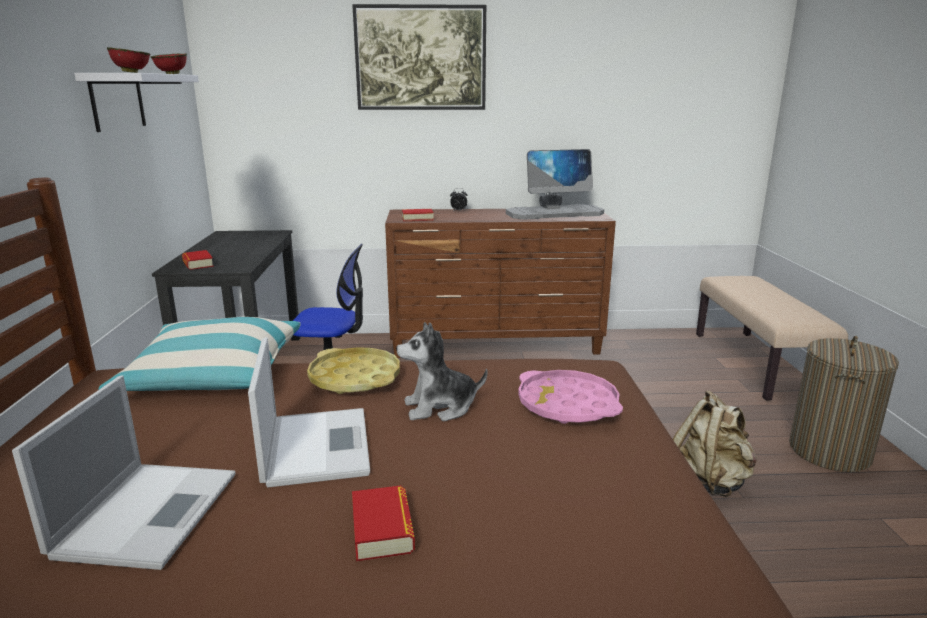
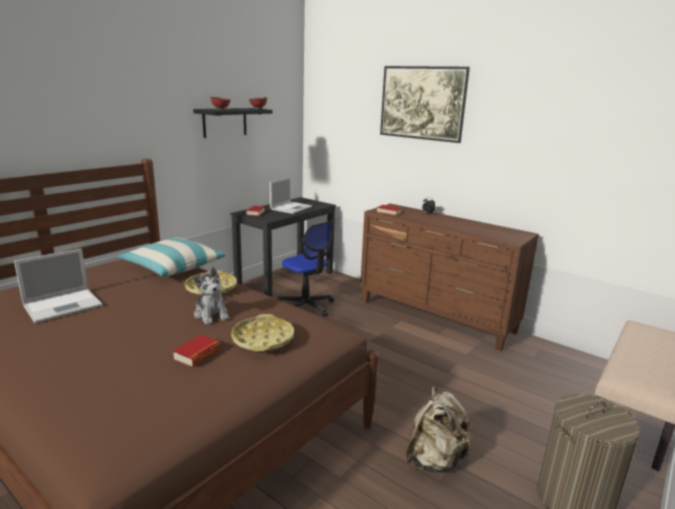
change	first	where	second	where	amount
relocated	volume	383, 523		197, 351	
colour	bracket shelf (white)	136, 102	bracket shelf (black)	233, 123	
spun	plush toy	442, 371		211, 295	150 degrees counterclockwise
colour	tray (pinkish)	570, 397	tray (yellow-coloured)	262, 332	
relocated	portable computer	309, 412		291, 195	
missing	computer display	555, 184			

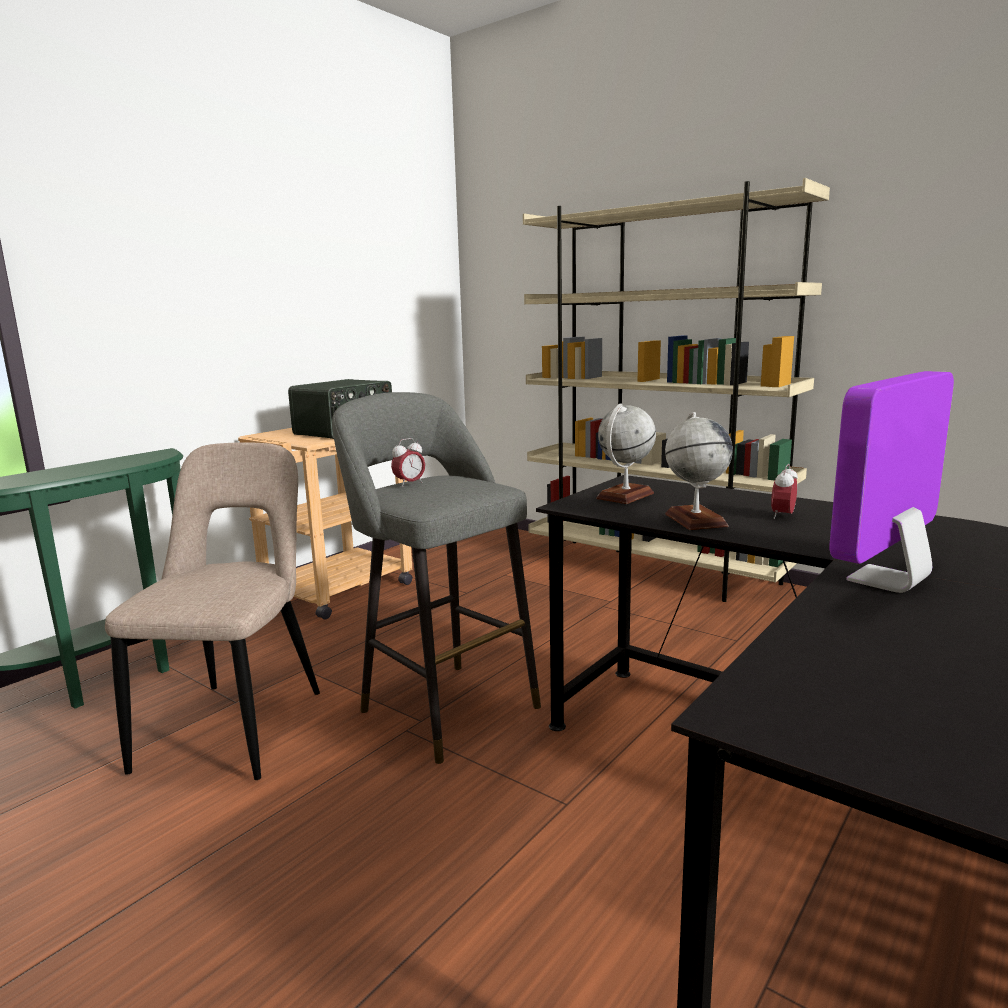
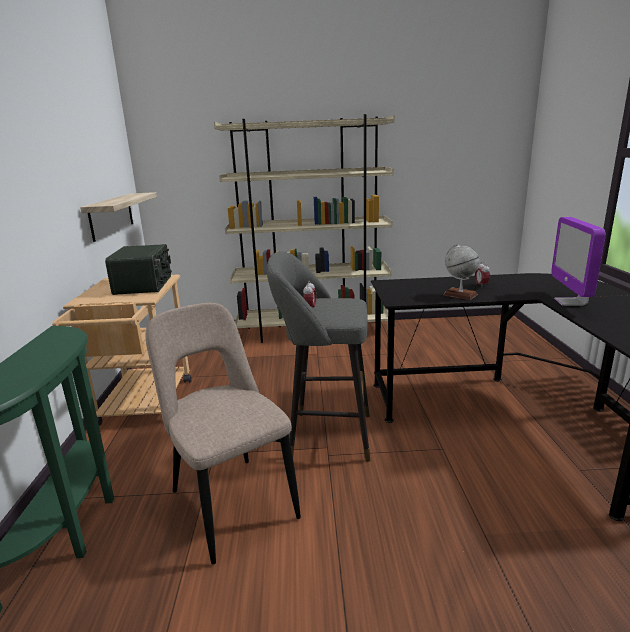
change	first	where	second	where	amount
appeared			bracket shelf	118, 217	
missing	globe	626, 454			

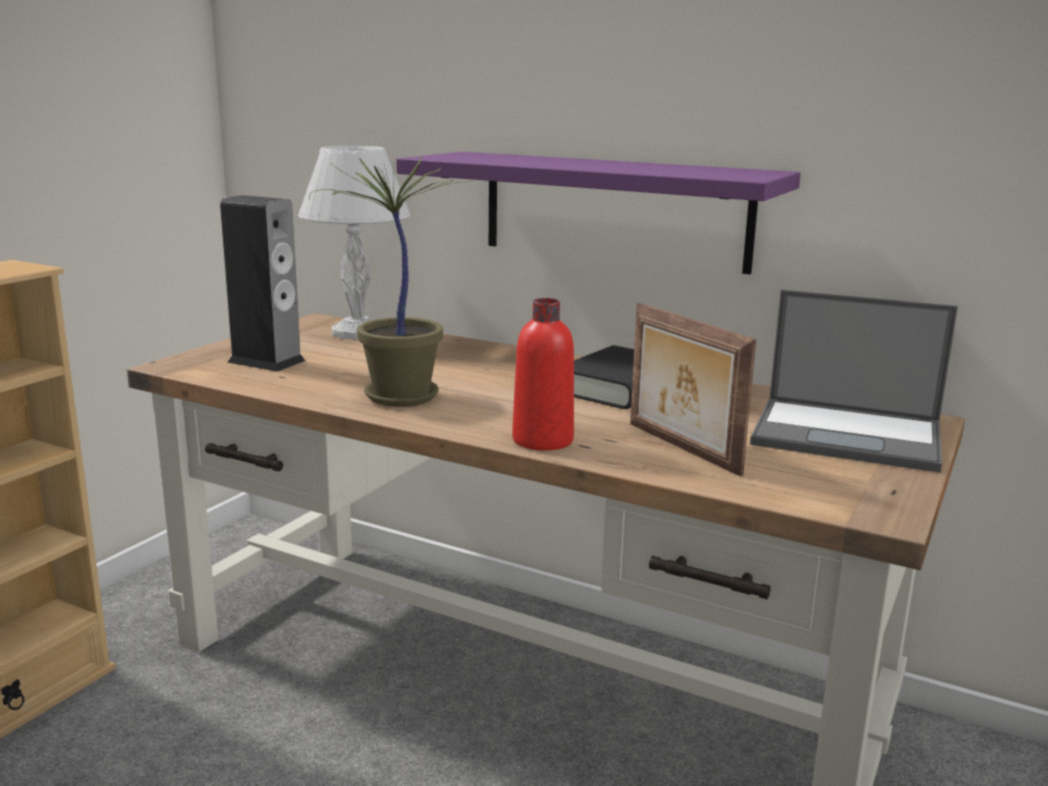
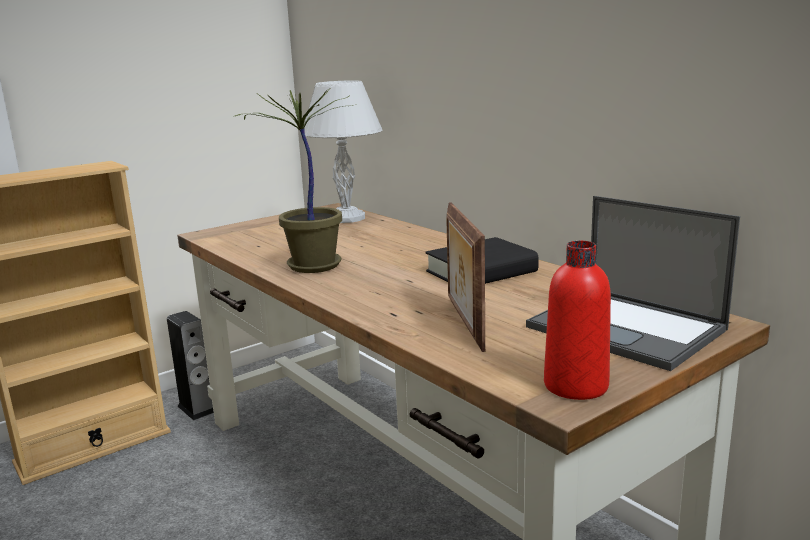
change	first	where	second	where	amount
relocated	loudspeaker	262, 283		190, 365	
relocated	drink bottle (red-coloured)	543, 374		577, 320	
missing	bracket shelf (purplish)	598, 213			

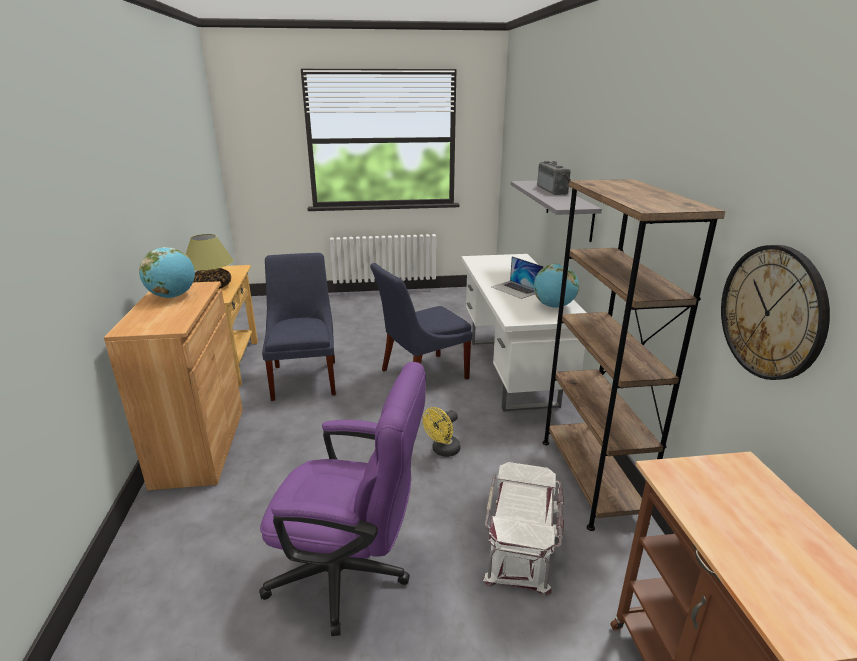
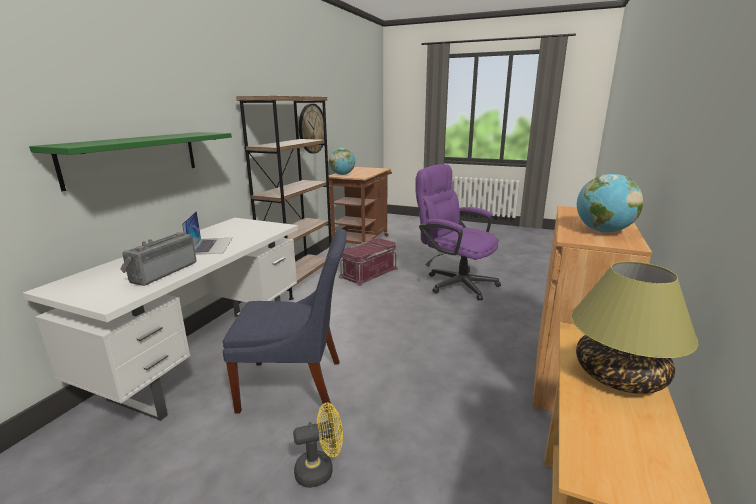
change	first	where	second	where	amount
colour	bracket shelf (greyish)	556, 211	bracket shelf (green)	130, 161	
relocated	radio set	554, 178		158, 259	
relocated	electric fan (yellow-coloured)	442, 432		318, 445	
relocated	globe	556, 286		342, 161	
colour	storage container (white)	523, 530	storage container (red-coloured)	368, 262	
missing	plain chair (bluish)	299, 327			

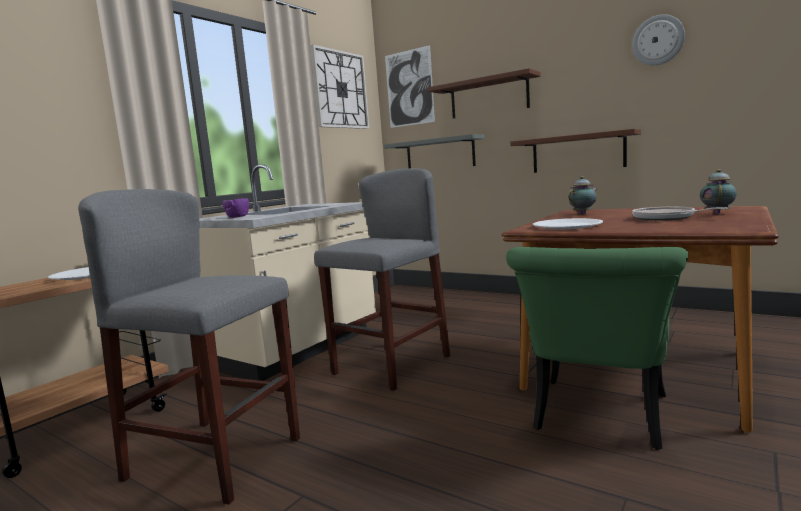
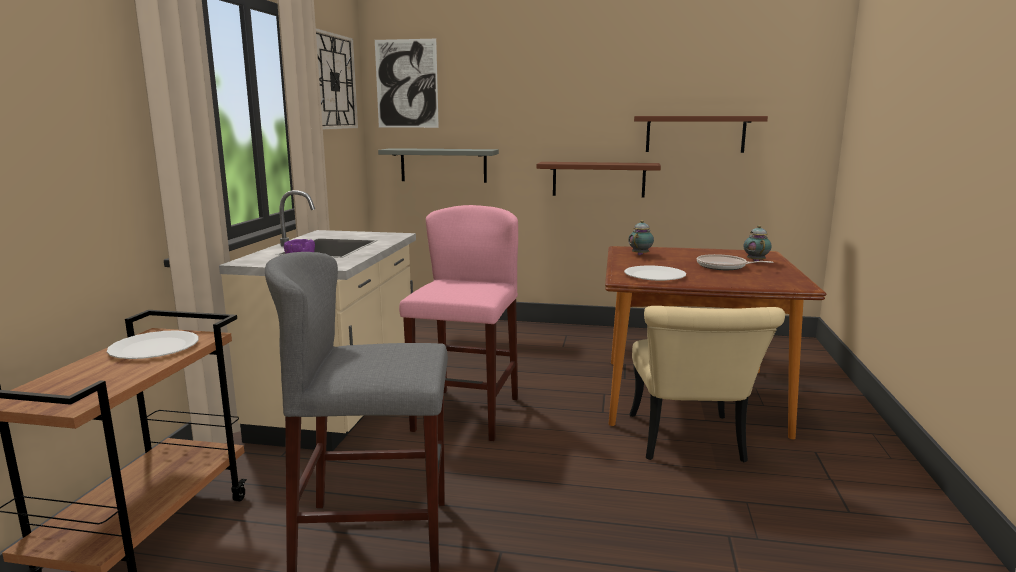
change	first	where	second	where	amount
colour	sitting stool (greyish)	382, 279	sitting stool (pinkish)	458, 323	
colour	plain chair (green)	597, 348	plain chair (beige)	707, 384	
relocated	bracket shelf (brownish)	484, 93		701, 134	
missing	wall clock	658, 39			

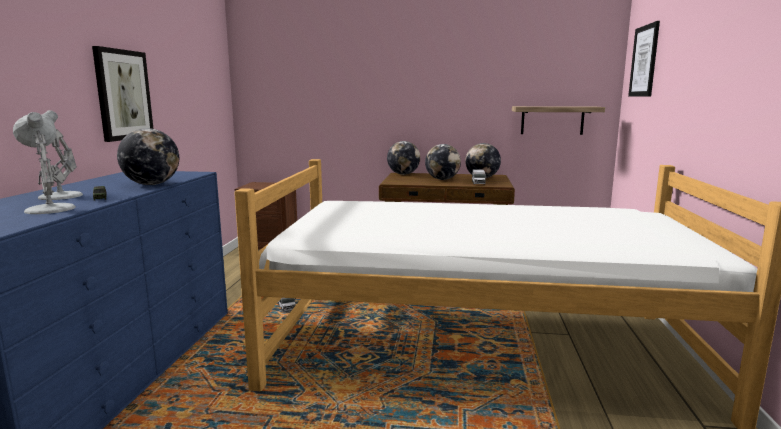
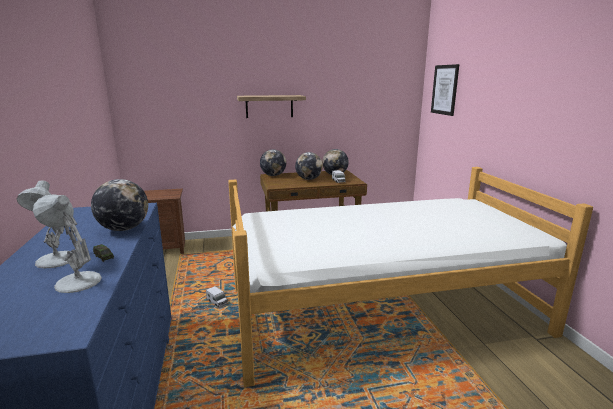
change	first	where	second	where	amount
relocated	bracket shelf	558, 120		271, 106	
missing	picture	122, 94			

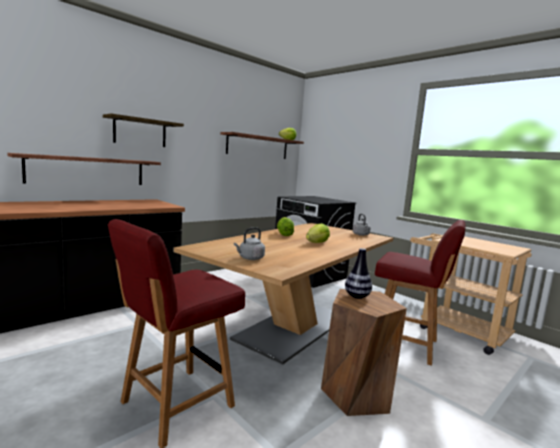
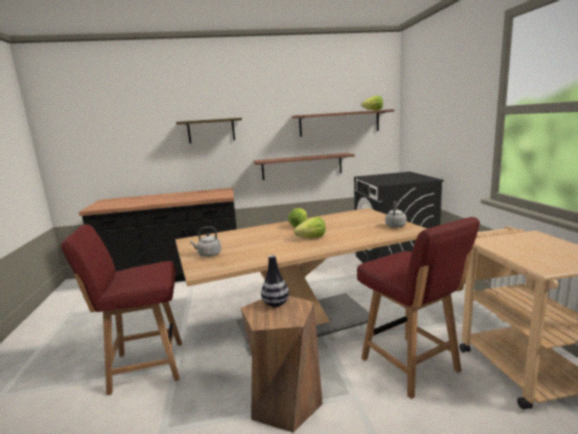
change	first	where	second	where	amount
relocated	bracket shelf	84, 169		304, 166	

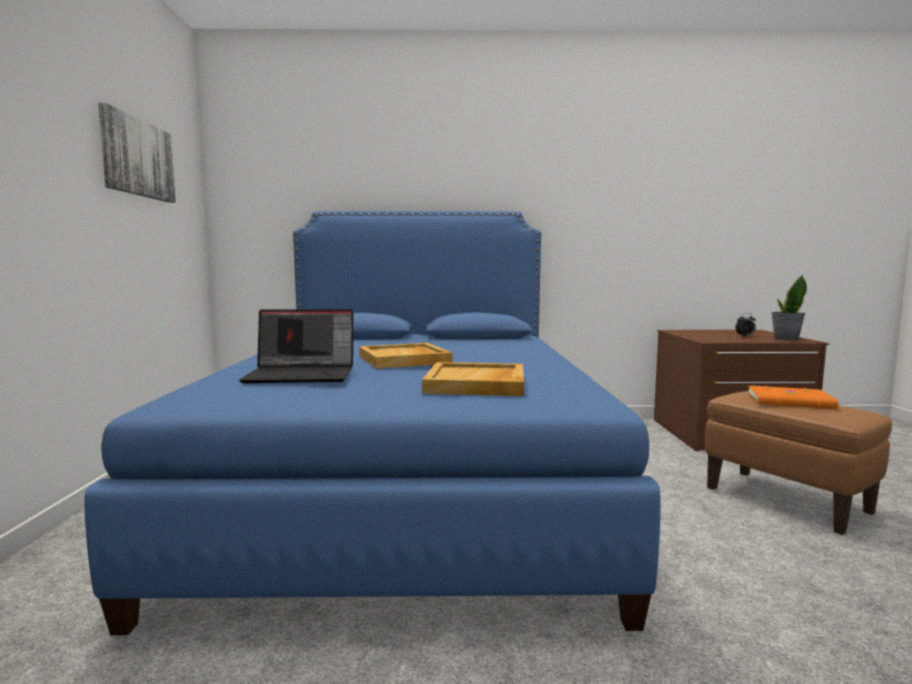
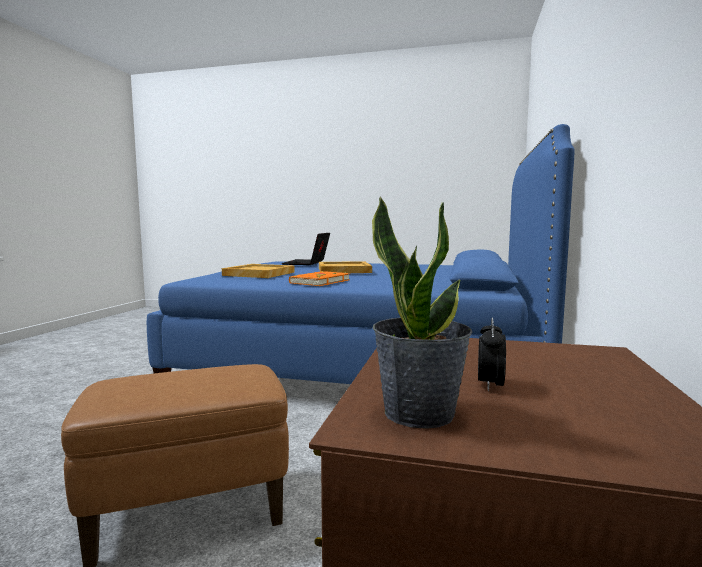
change	first	where	second	where	amount
relocated	volume (orange)	793, 397		319, 278	
missing	picture	137, 153			

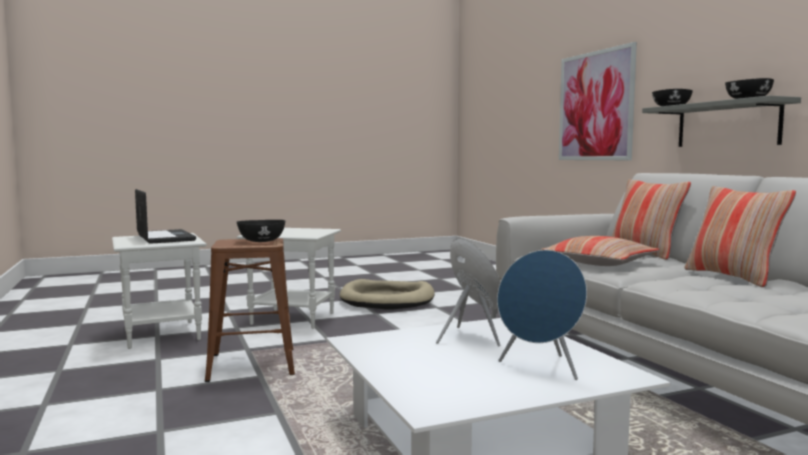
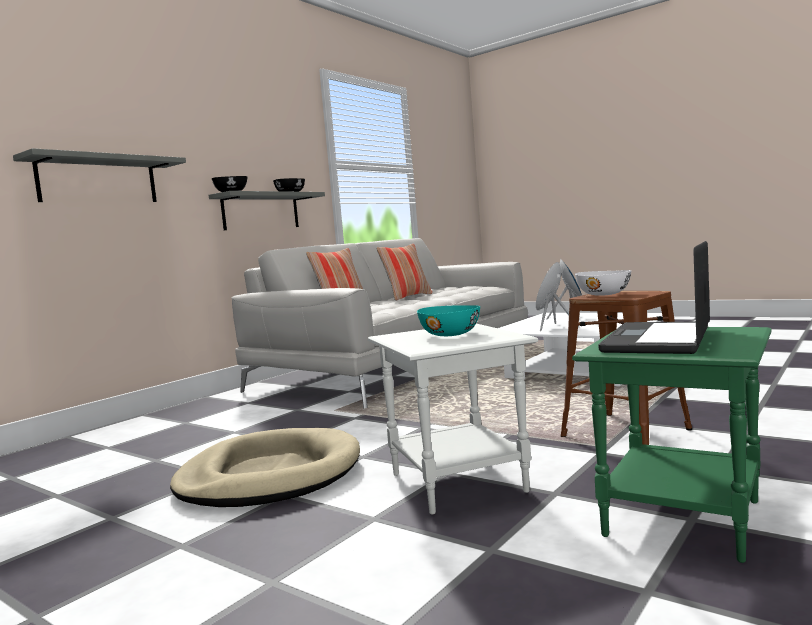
change	first	where	second	where	amount
exchanged	picture	598, 101	bracket shelf (greyish)	99, 175	
appeared			bowl (blue-green)	448, 320	
colour	accent table (white)	159, 291	accent table (green)	672, 445	
colour	bowl (black)	261, 231	bowl (white)	603, 283	
missing	pillow	600, 251			

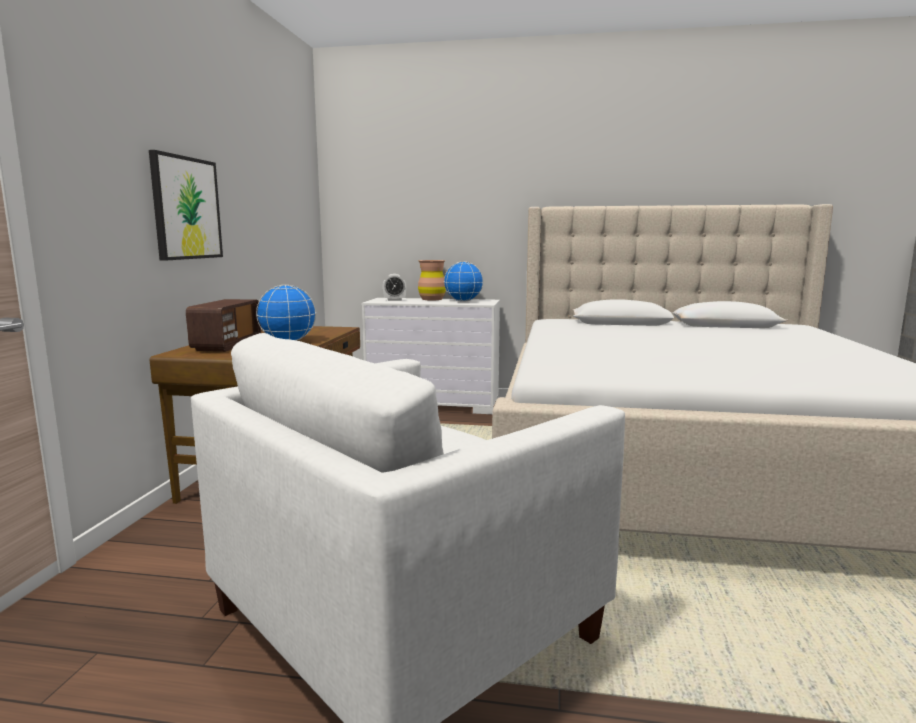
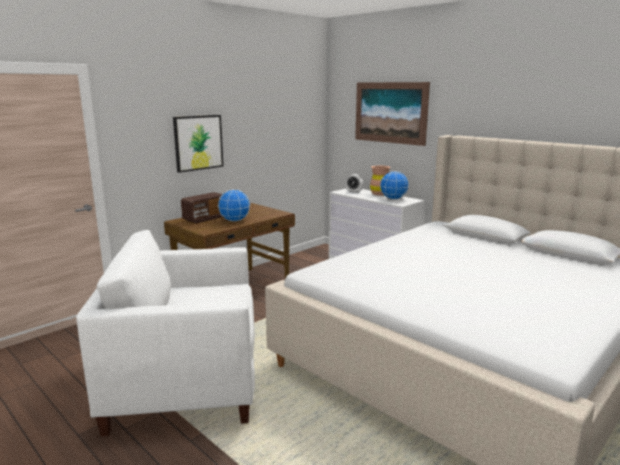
change	first	where	second	where	amount
appeared			picture	392, 114	

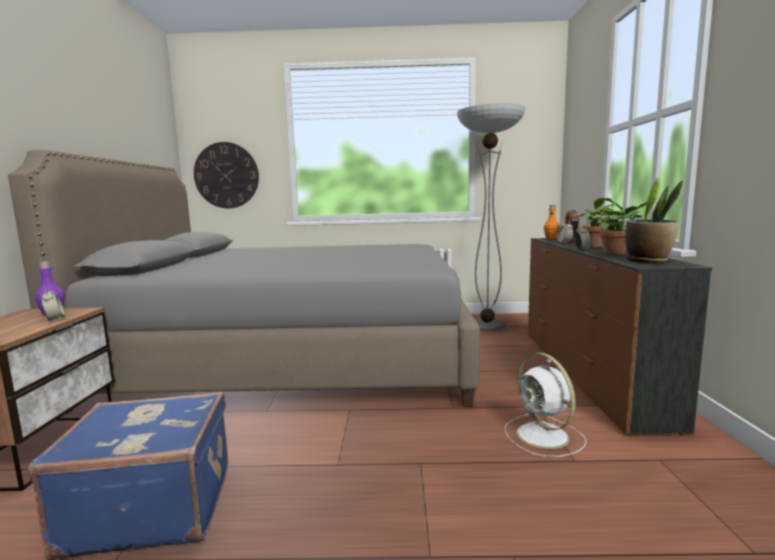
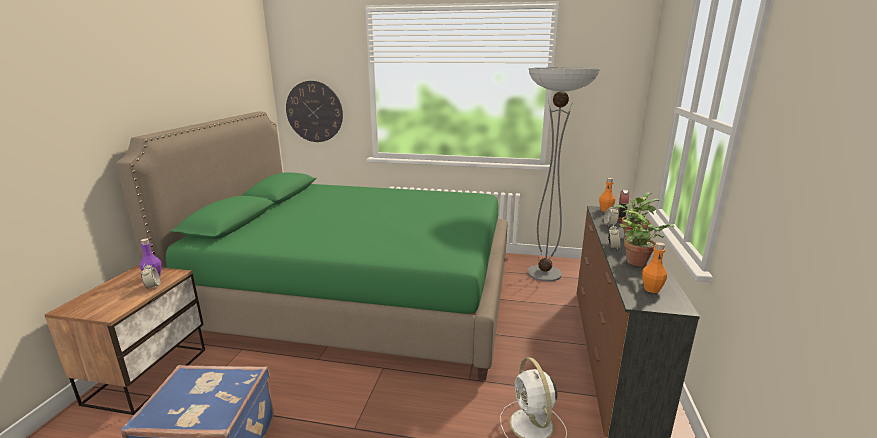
change	first	where	second	where	amount
colour	bed (greyish)	244, 282	bed (green)	312, 246	
exchanged	potted plant	654, 219	drink bottle (orange)	654, 267	

